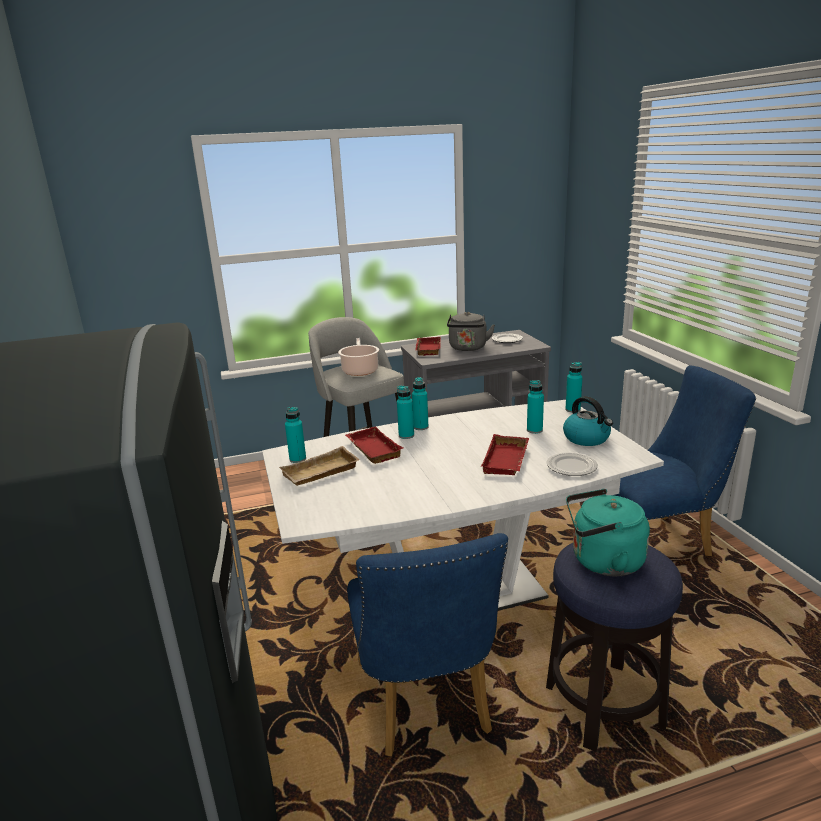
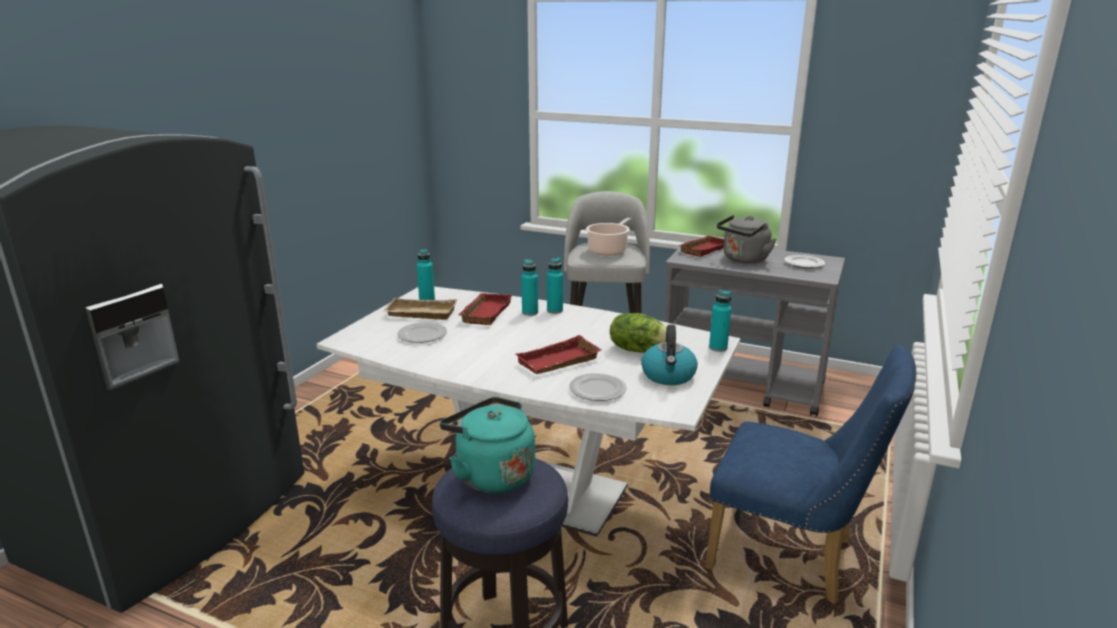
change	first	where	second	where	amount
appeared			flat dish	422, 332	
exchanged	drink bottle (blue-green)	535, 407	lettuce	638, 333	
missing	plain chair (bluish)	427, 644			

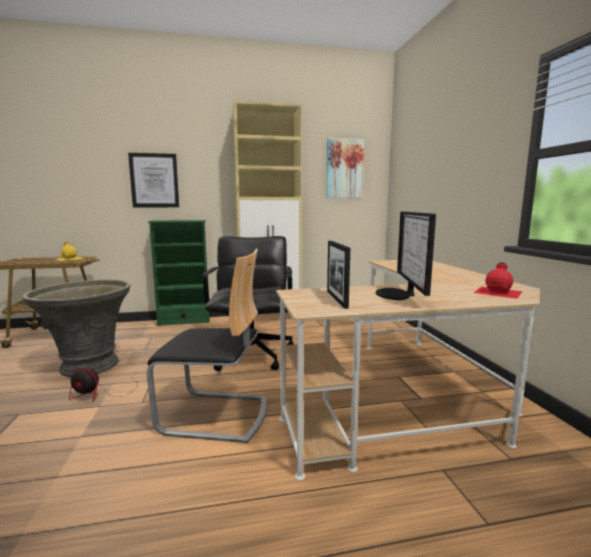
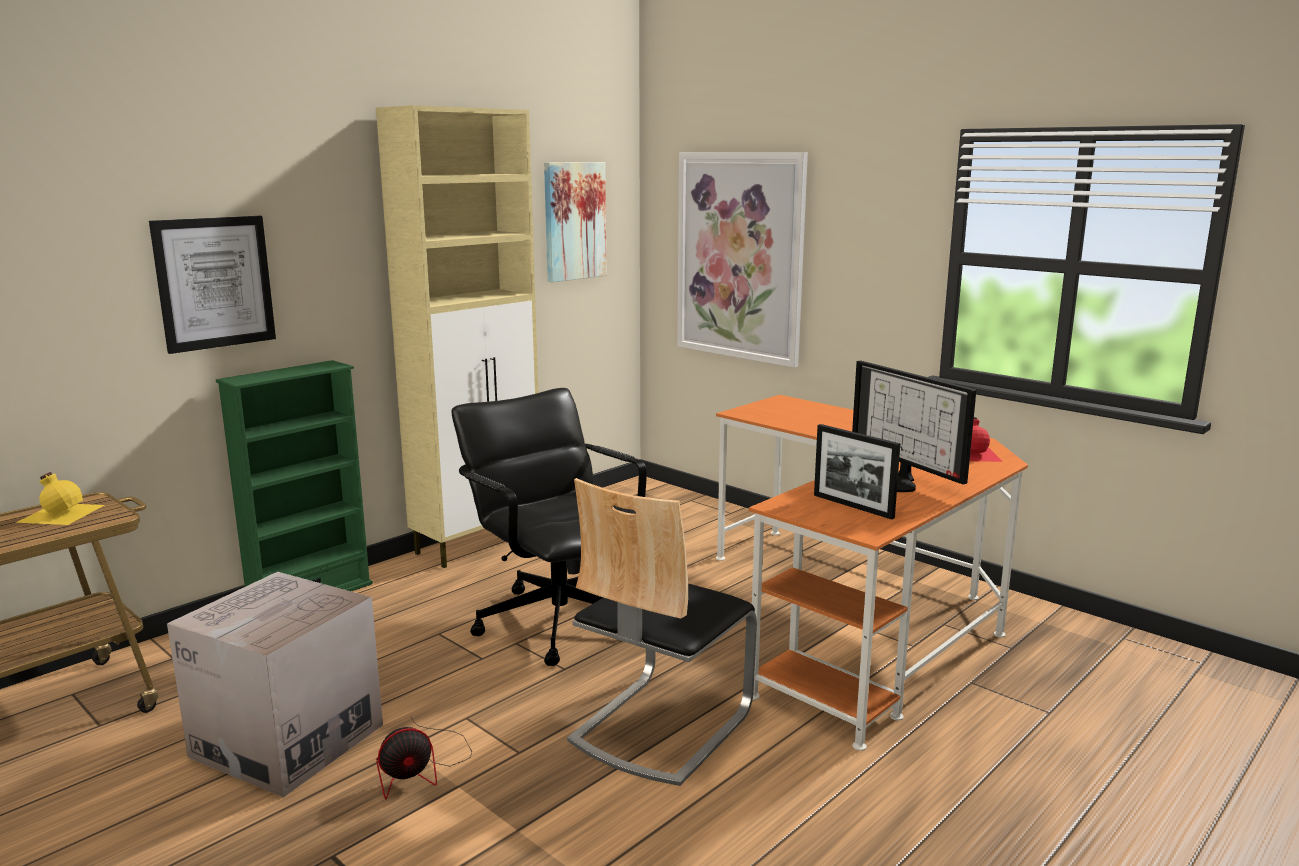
change	first	where	second	where	amount
exchanged	flower pot (greyish)	76, 328	packing box	275, 684	
spun	plain chair	207, 346		662, 632	150 degrees clockwise
appeared			picture	742, 260	
colour	desk unit (beige)	408, 370	desk unit (orange)	872, 573	

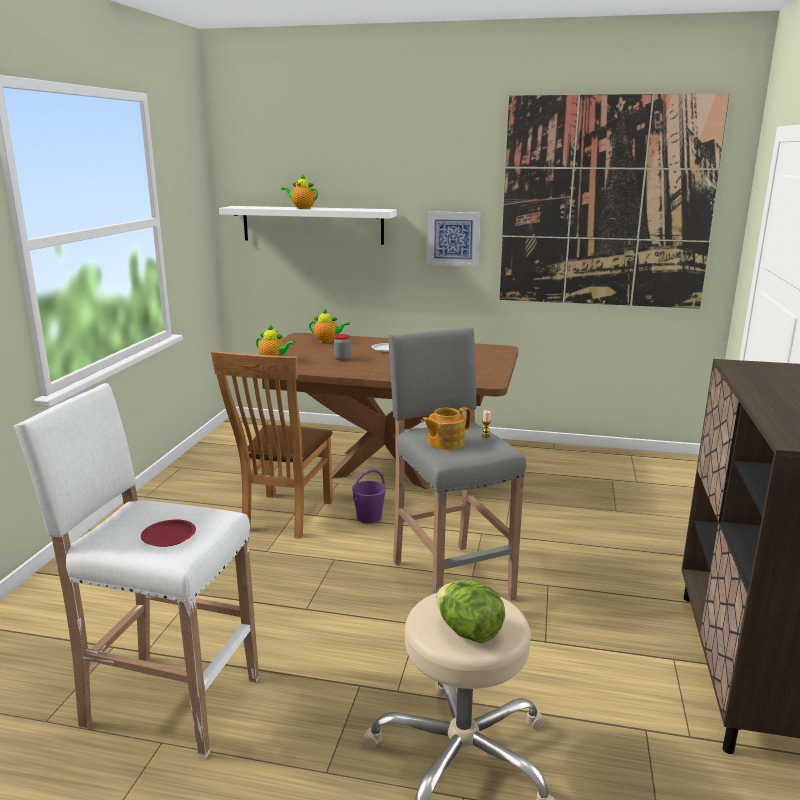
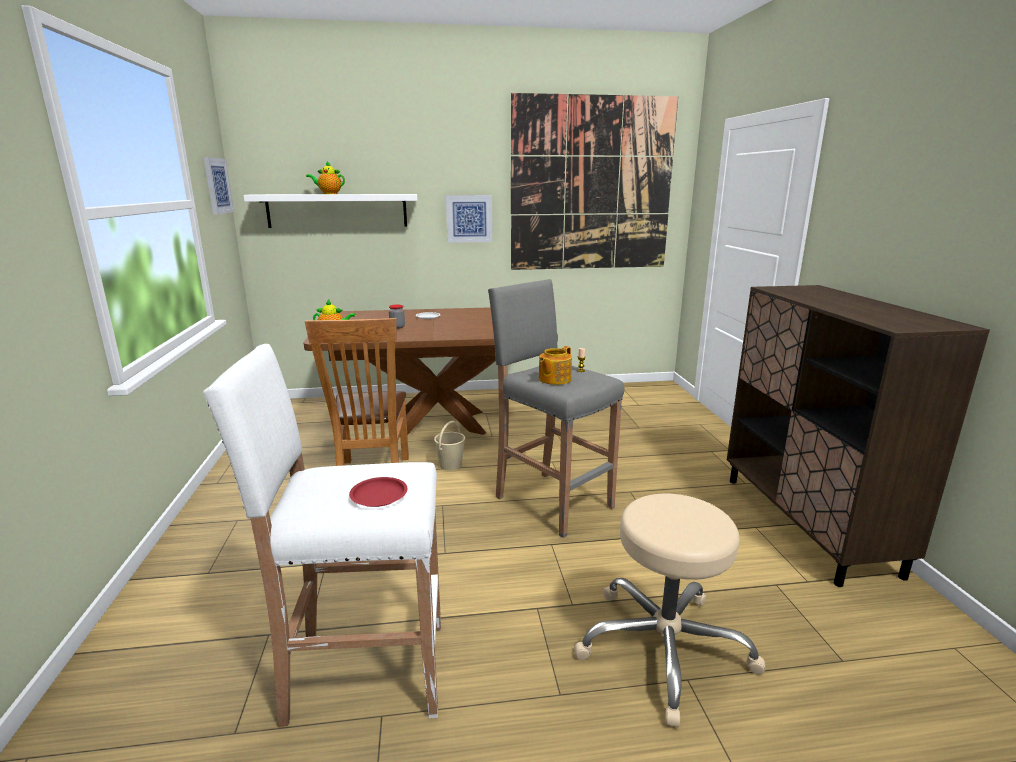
change	first	where	second	where	amount
appeared			picture	219, 185	
colour	pail (purplish)	369, 496	pail (beige)	449, 445	
missing	tea pot	329, 325			
missing	lettuce	470, 611			

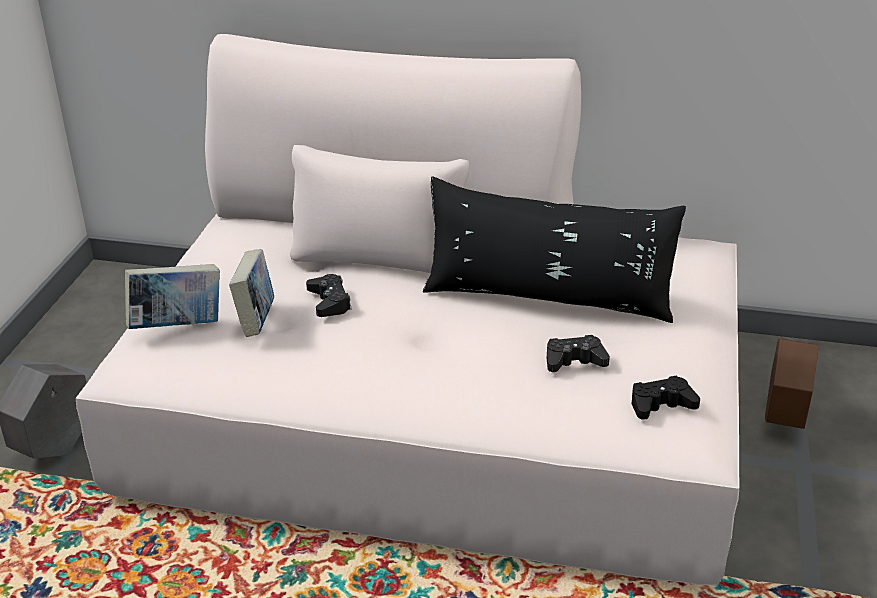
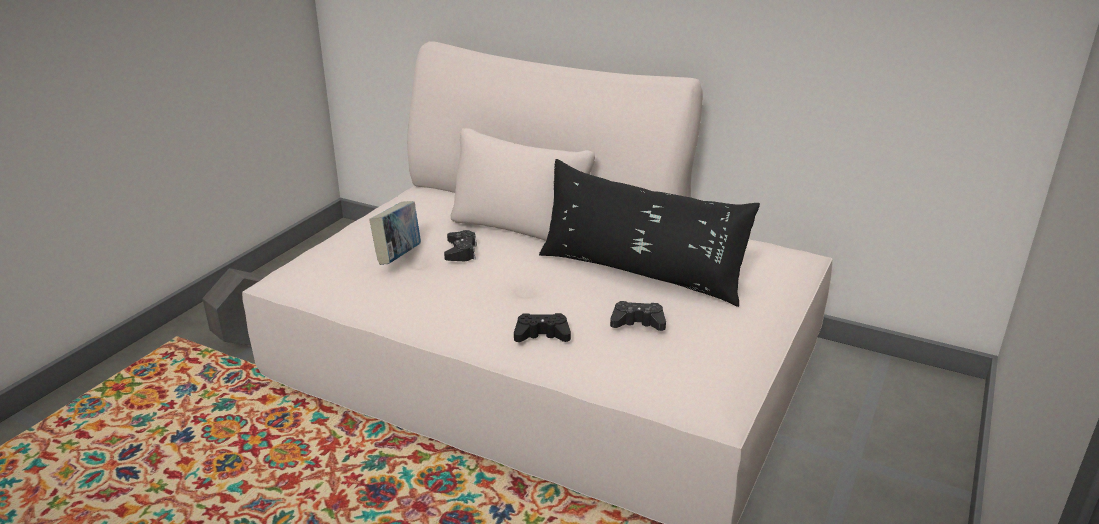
change	first	where	second	where	amount
relocated	joypad (black)	665, 398		542, 327	
missing	volume	172, 296			
missing	flower pot (brownish)	792, 383			

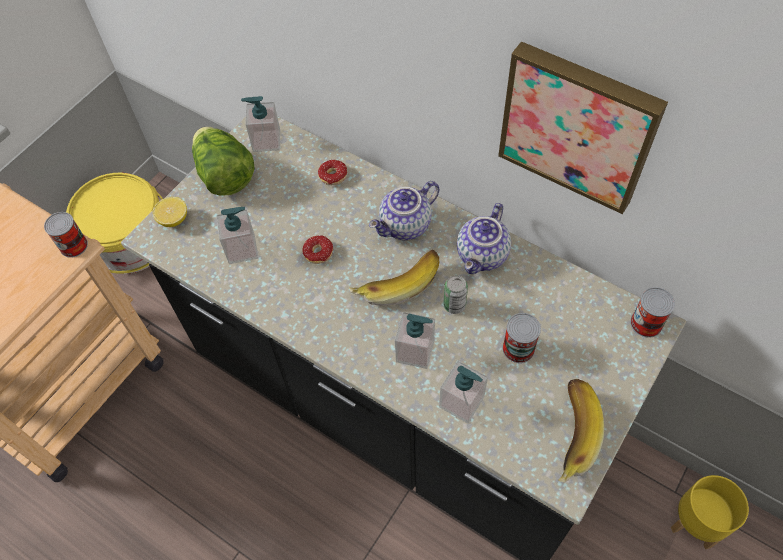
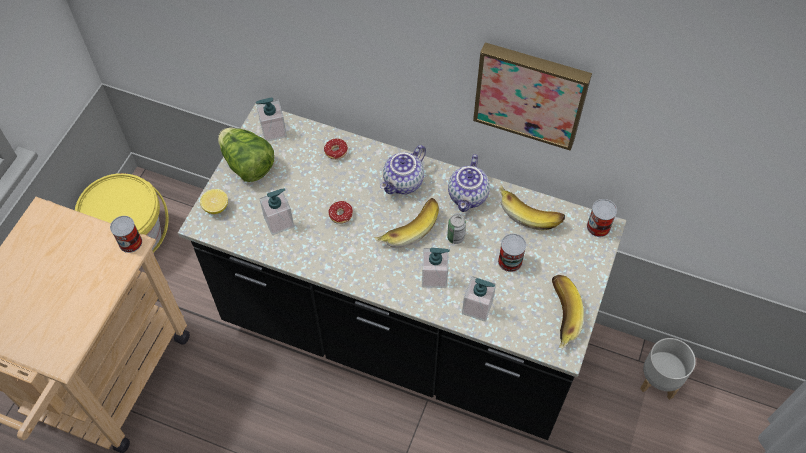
change	first	where	second	where	amount
appeared			whole banana	532, 208	
colour	flower pot (yellow-coloured)	710, 512	flower pot (greyish)	668, 369	

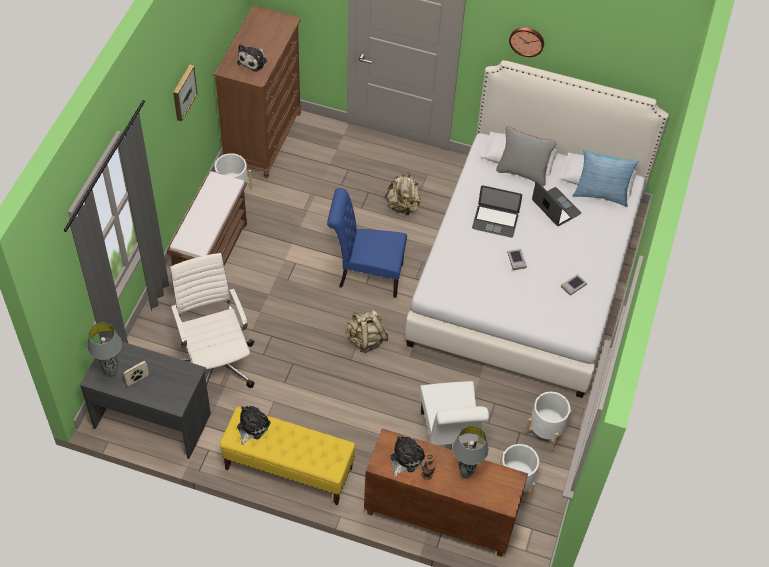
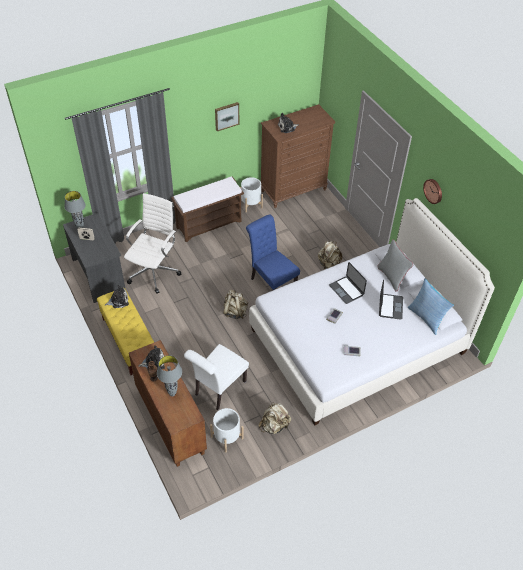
change	first	where	second	where	amount
exchanged	flower pot (white)	548, 421	knapsack (beige)	275, 418	

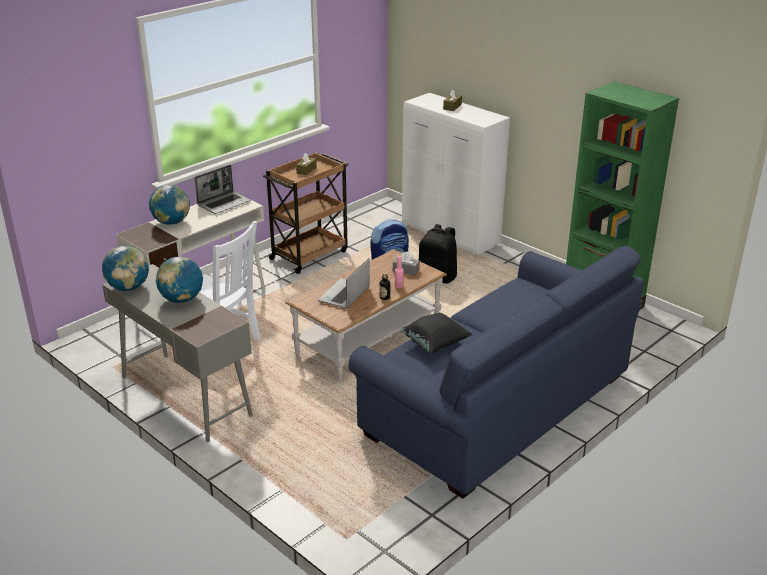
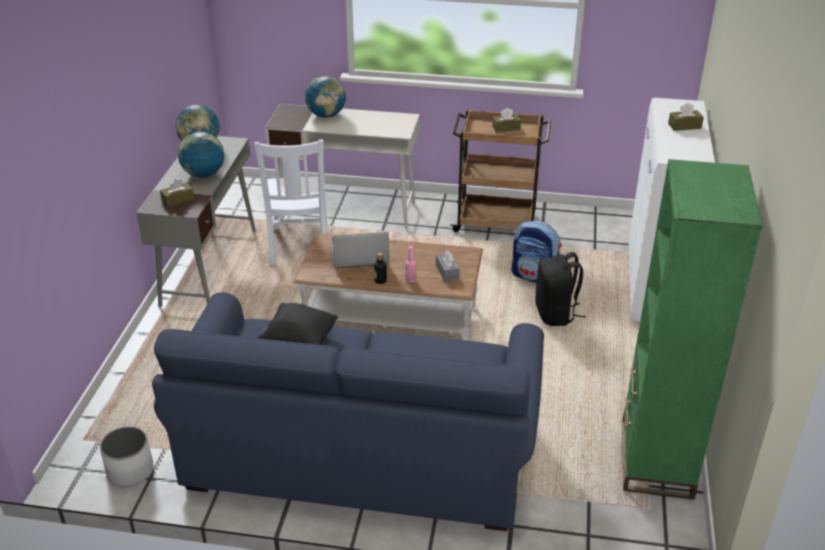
change	first	where	second	where	amount
appeared			flower pot (white)	126, 456	
appeared			box of tissues (brownish)	177, 193	
missing	portable computer	222, 189			

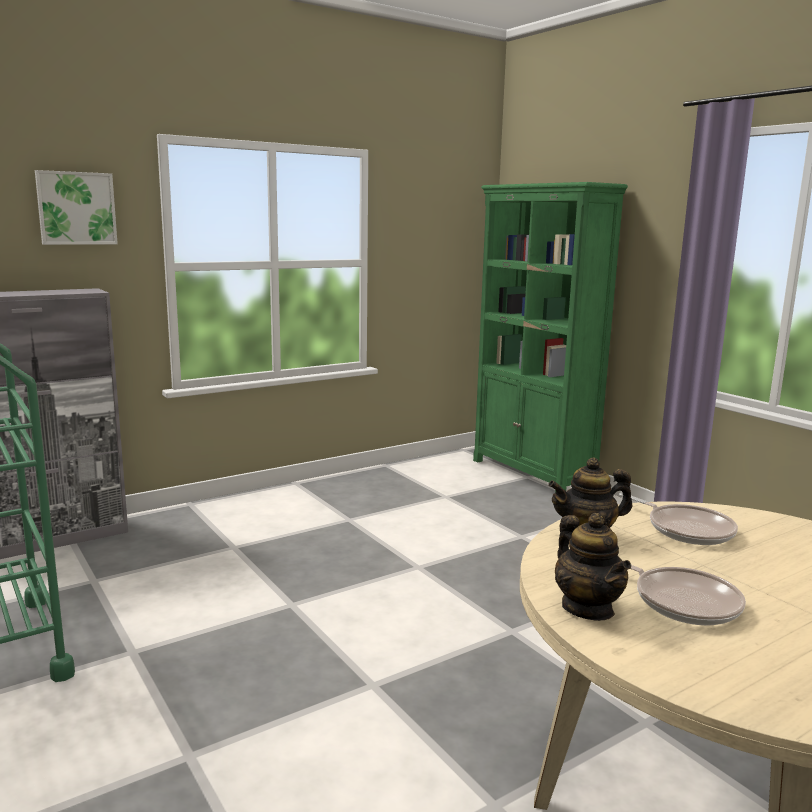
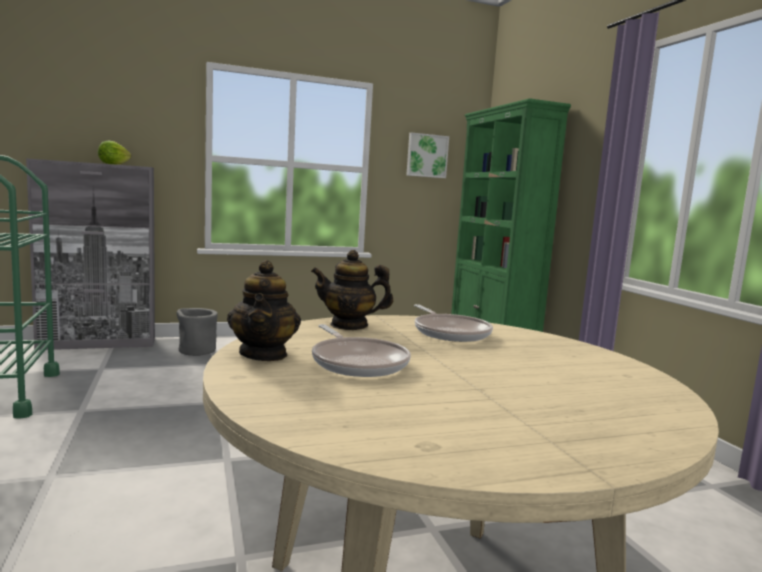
change	first	where	second	where	amount
appeared			lettuce	114, 153	
appeared			flower pot (greyish)	197, 332	
relocated	picture	76, 207		427, 155	

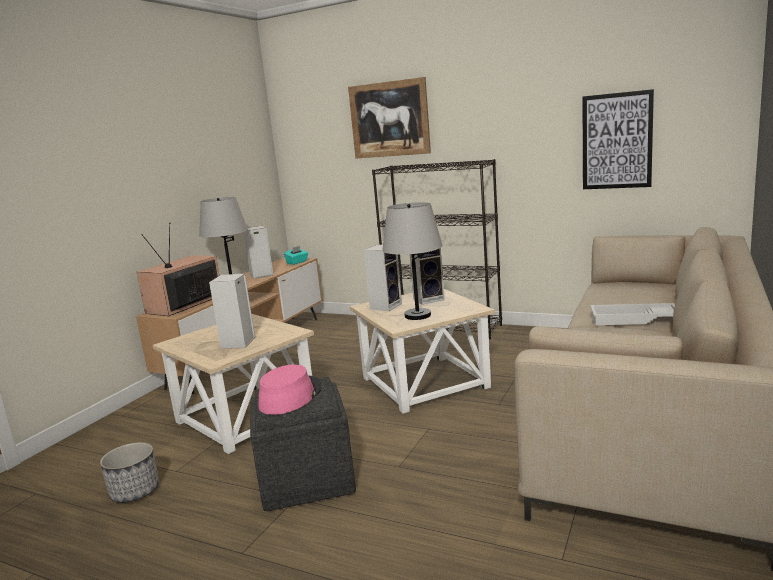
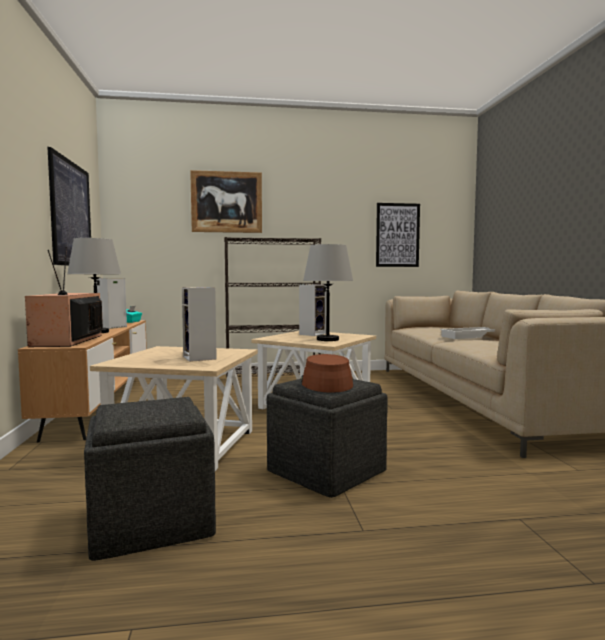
change	first	where	second	where	amount
appeared			picture	69, 206	
exchanged	flower pot	129, 472	pouffe (greyish)	150, 479	
colour	clothing hat (pinkish)	290, 389	clothing hat (brownish)	327, 373	
missing	loudspeaker	383, 278			

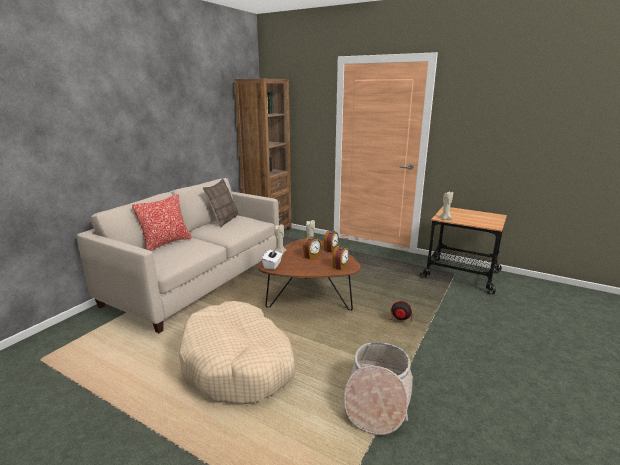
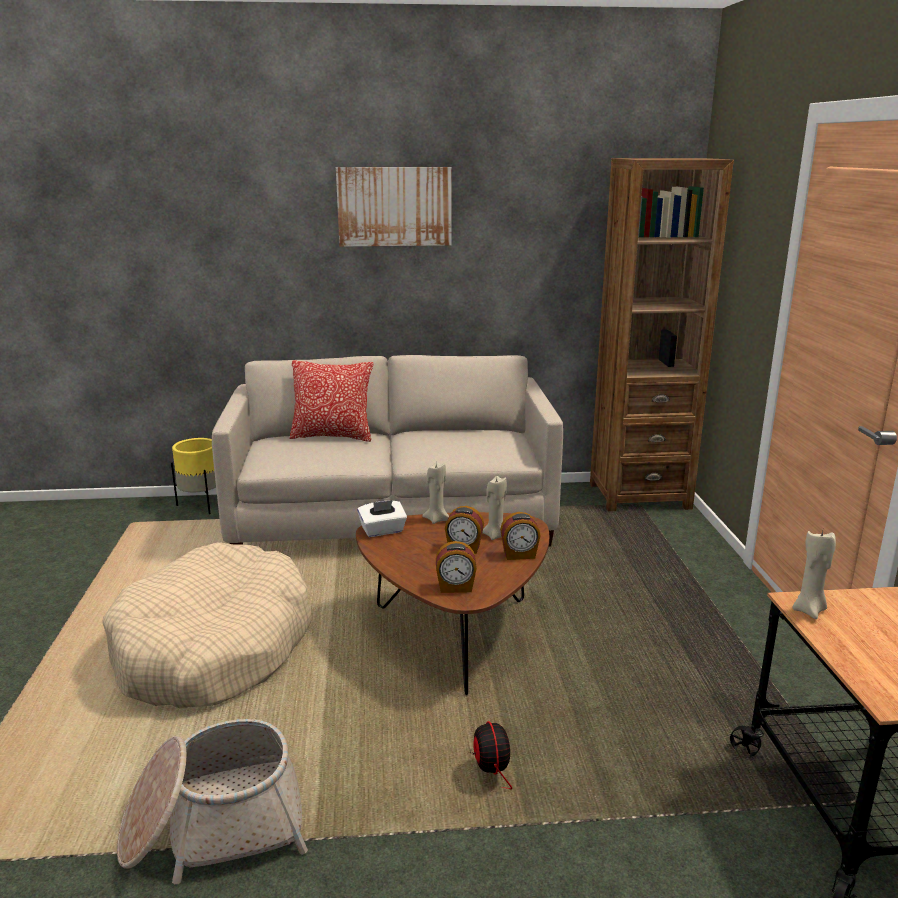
change	first	where	second	where	amount
appeared			flower pot (yellow-coloured)	193, 476	
appeared			picture	394, 207	
missing	pillow	221, 203			

